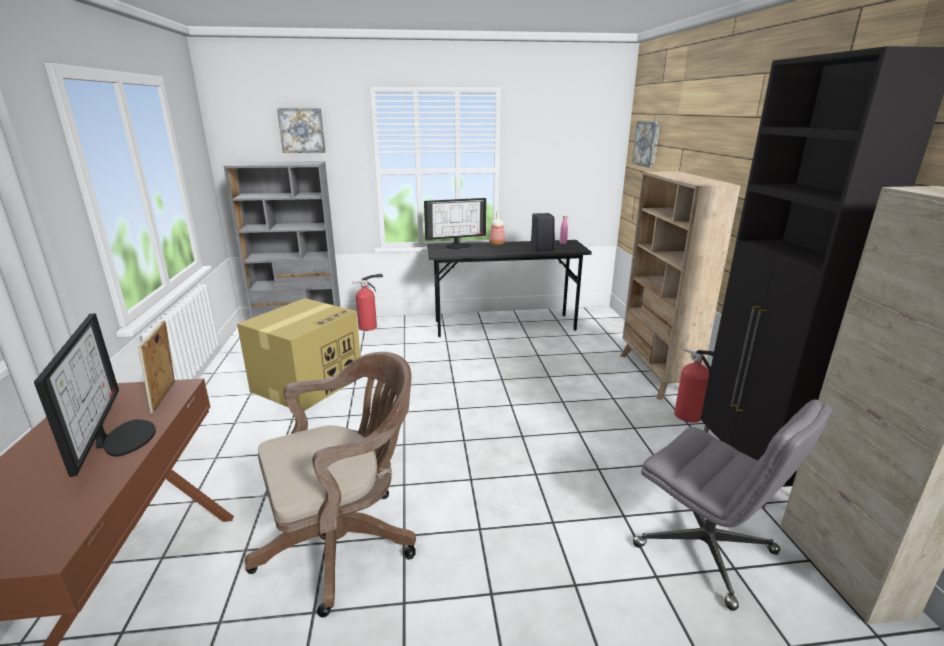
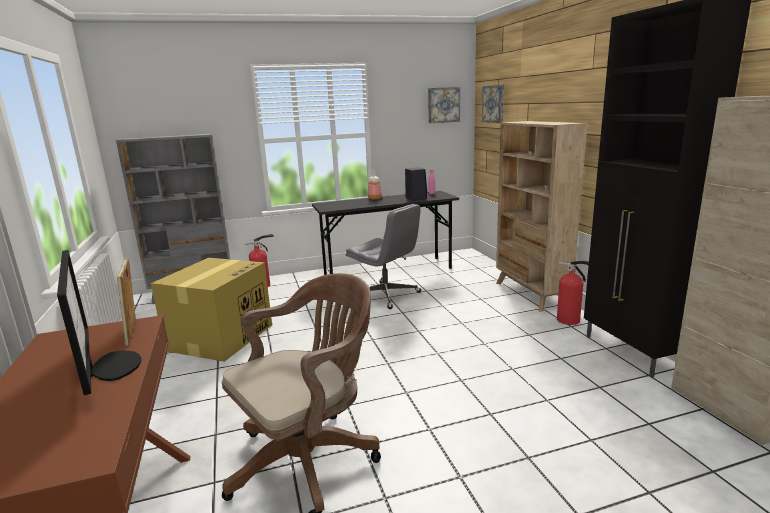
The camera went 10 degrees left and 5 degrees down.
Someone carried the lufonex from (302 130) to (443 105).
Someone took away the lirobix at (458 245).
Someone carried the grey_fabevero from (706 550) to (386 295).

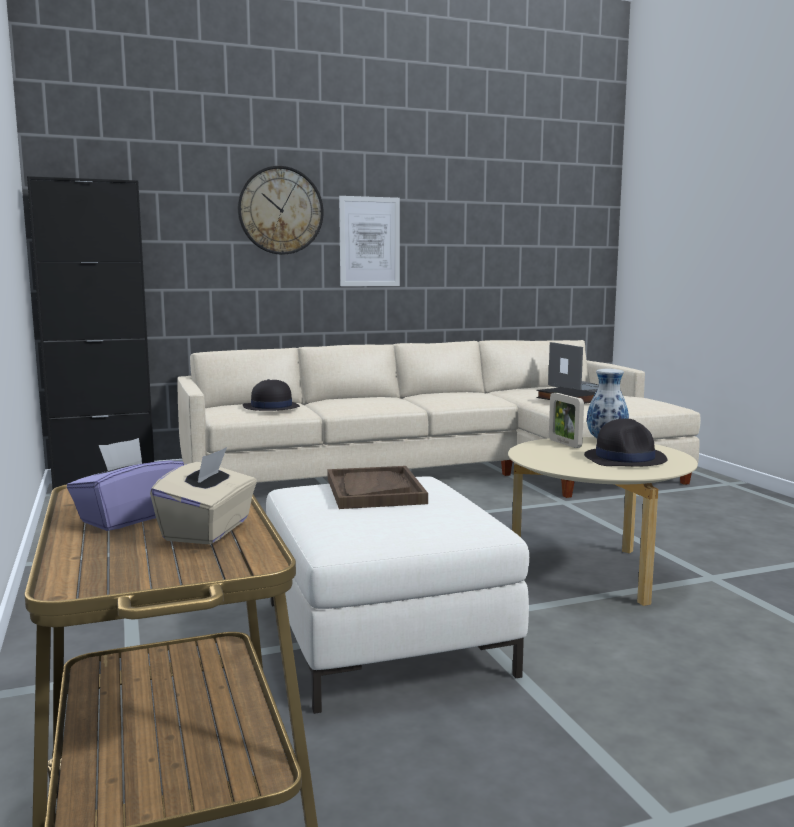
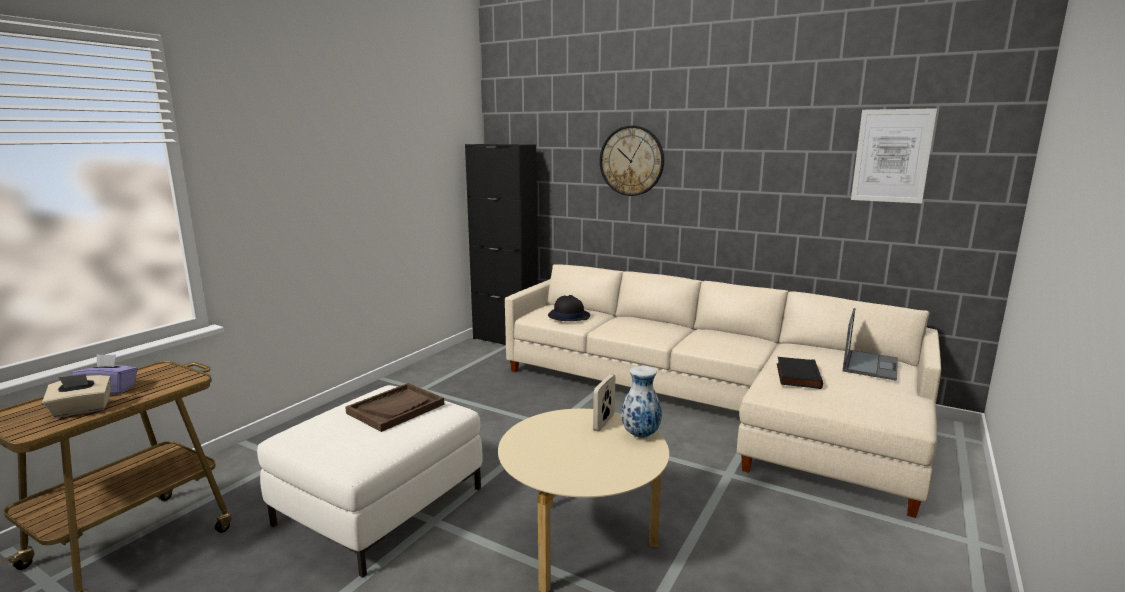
The camera went 50 degrees right and 5 degrees up.
Someone carried the lufonex from (369 241) to (892 156).
Someone took away the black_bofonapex at (625 458).

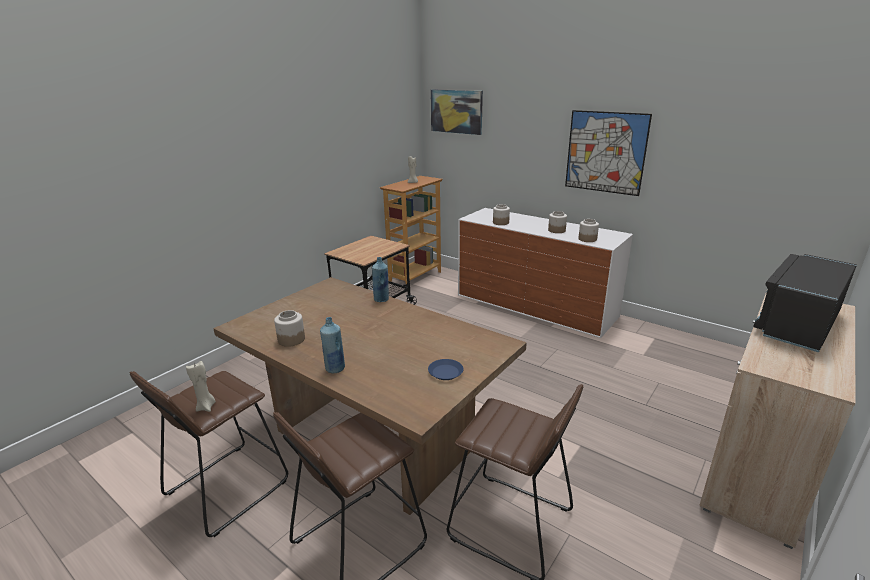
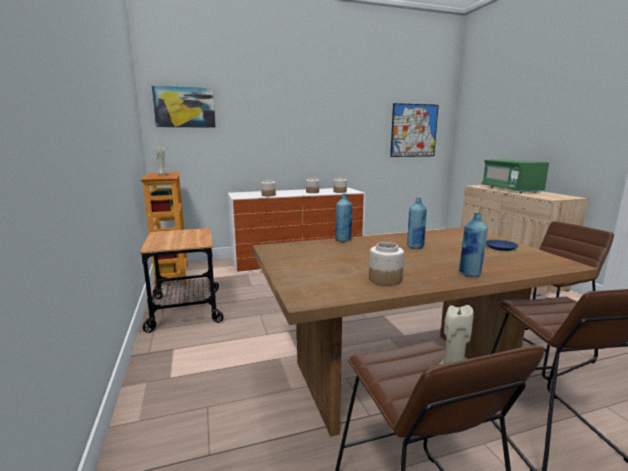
The camera went 55 degrees left and 10 degrees down.
Someone carried the lufonex from (605 152) to (414 130).
Someone repainted the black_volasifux at (797 325), which became the green_volasifux at (509 190).
Someone put down the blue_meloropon at (415 246).

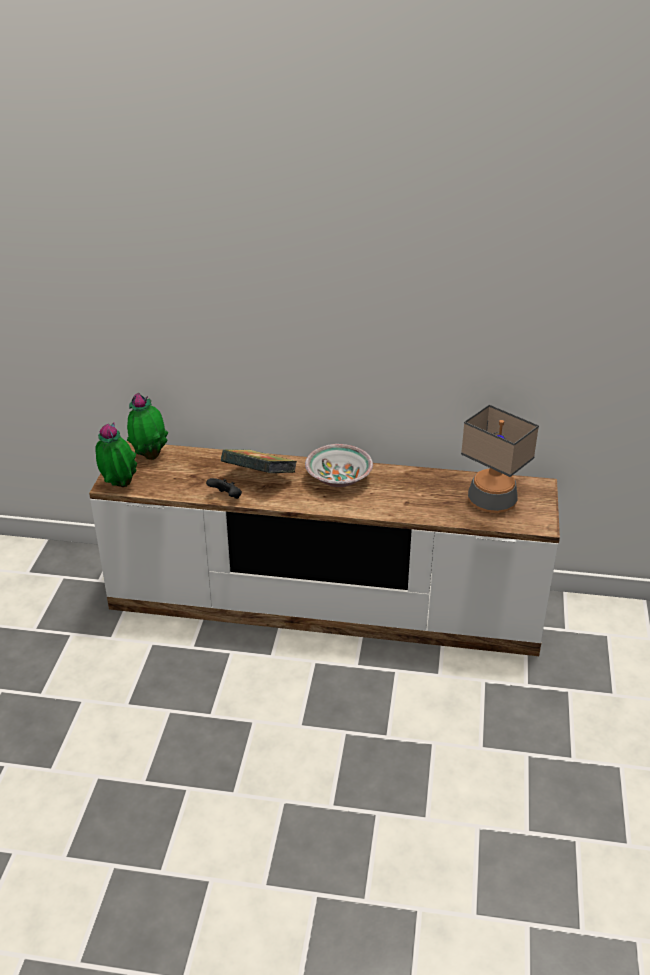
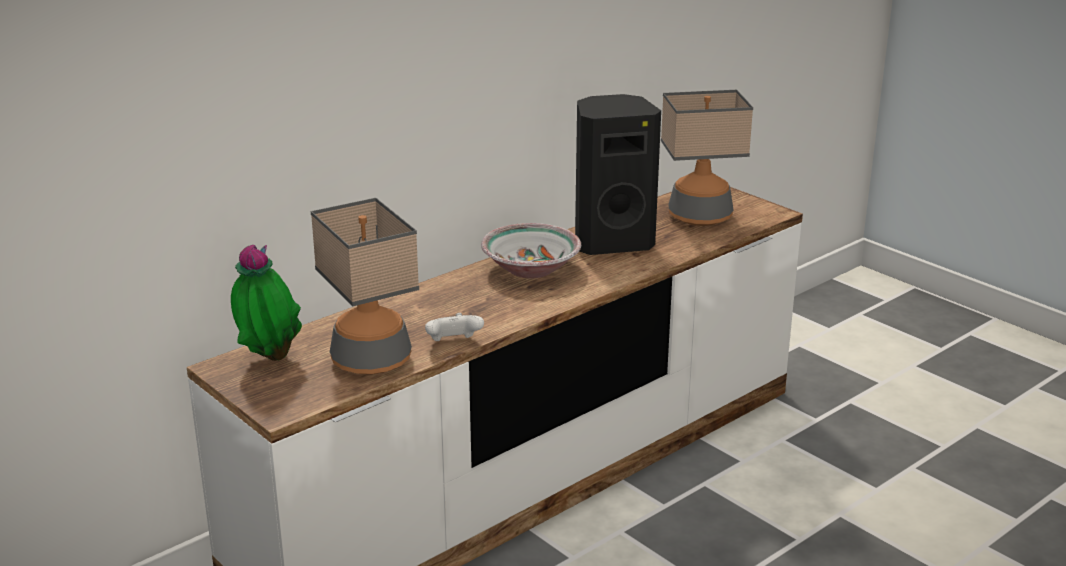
The camera went 50 degrees left and 10 degrees down.
Someone took away the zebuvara at (119 486).
Someone took away the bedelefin at (259 478).
Someone repainted the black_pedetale at (226 497), which became the white_pedetale at (453 343).
Someone put down the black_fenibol at (611 242).
Someone put down the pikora at (371 361).

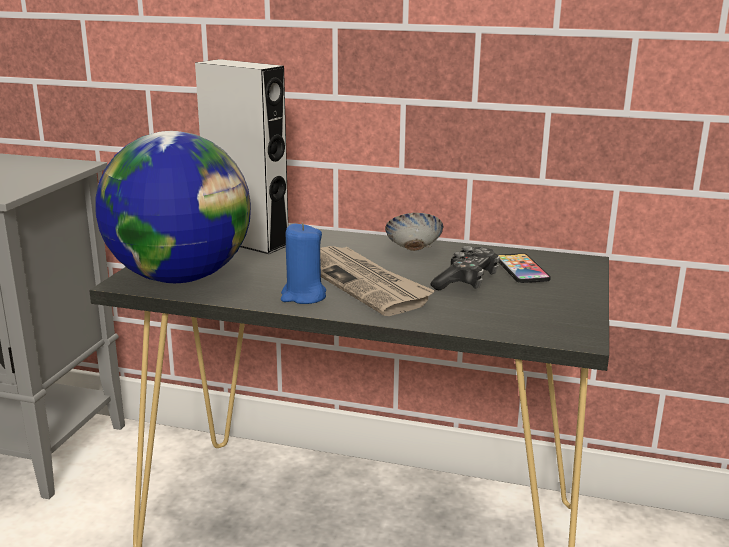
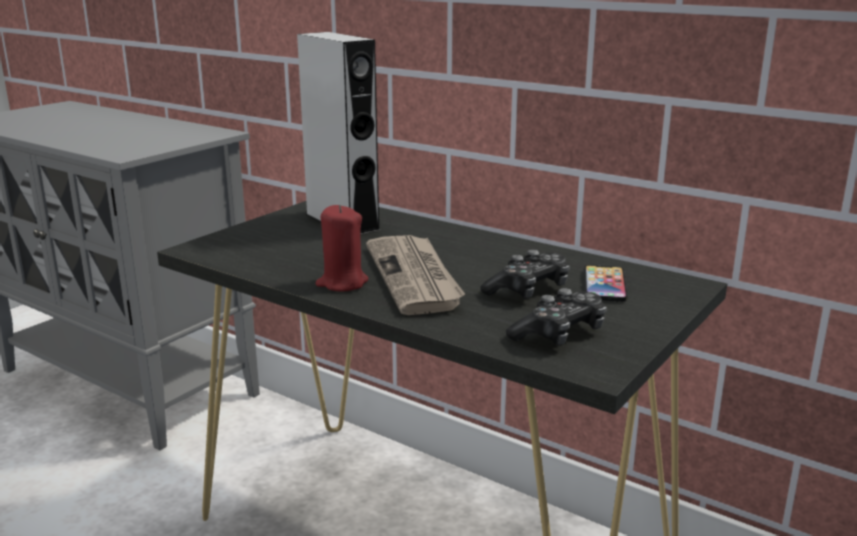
The camera went 20 degrees right and 0 degrees up.
Someone took away the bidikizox at (180 277).
Someone took away the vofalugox at (413 250).
Someone repainted the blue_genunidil at (303 296), which became the red_genunidil at (342 283).
Someone put down the pedetale at (559 334).

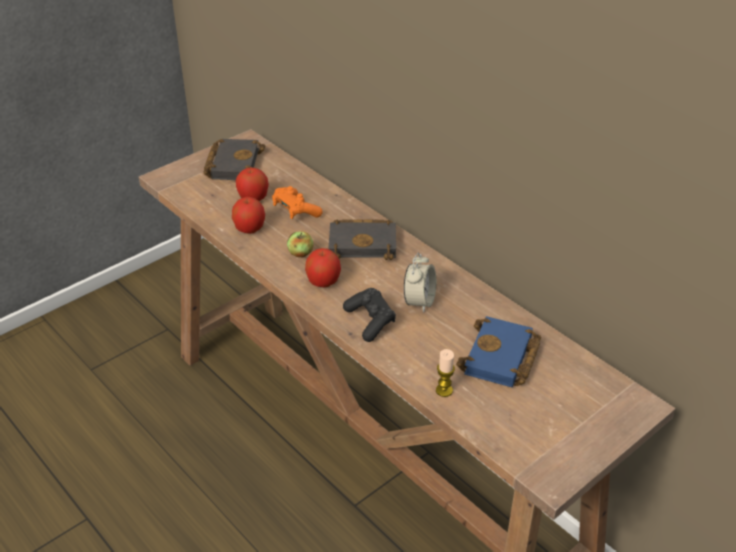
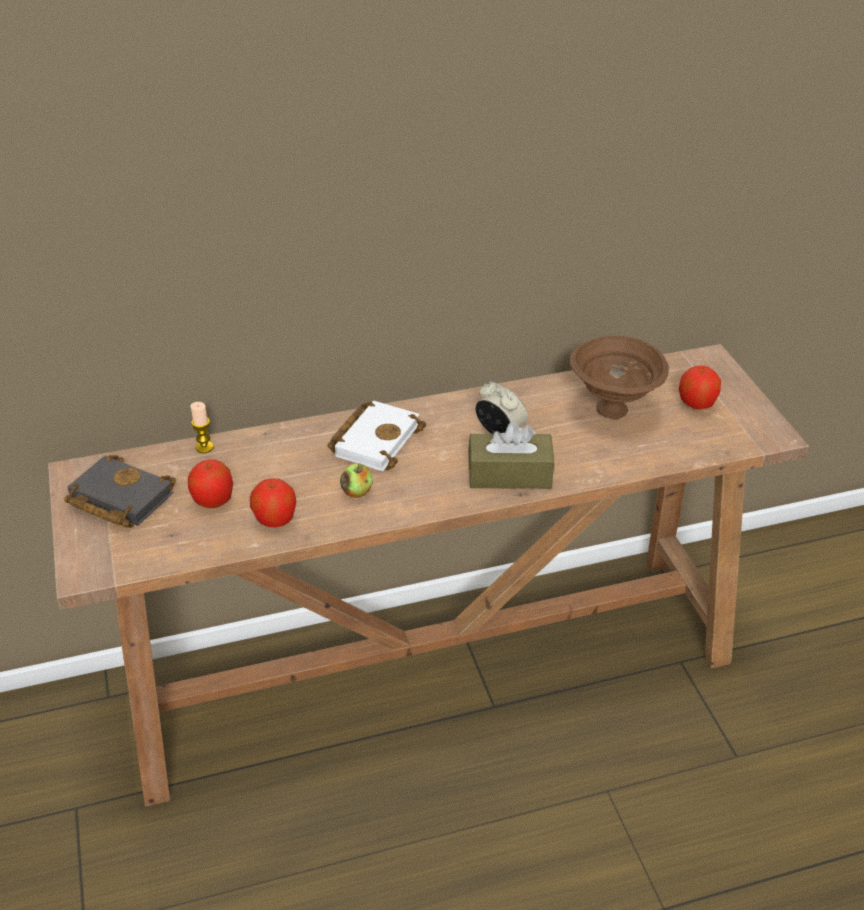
The camera went 65 degrees left and 0 degrees up.
Someone took away the orange_pedetale at (295 211).
Someone repainted the black_bedelefin at (364 243), which became the white_bedelefin at (375 439).
Someone carried the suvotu from (323 282) to (696 404).
Someone swapped the black_pedetale at (370 321) for the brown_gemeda at (509 474).
Someone swapped the blue_bedelefin at (501 359) for the brown_vofalugox at (614 410).
Someone carried the genunidil from (444 390) to (204 447).

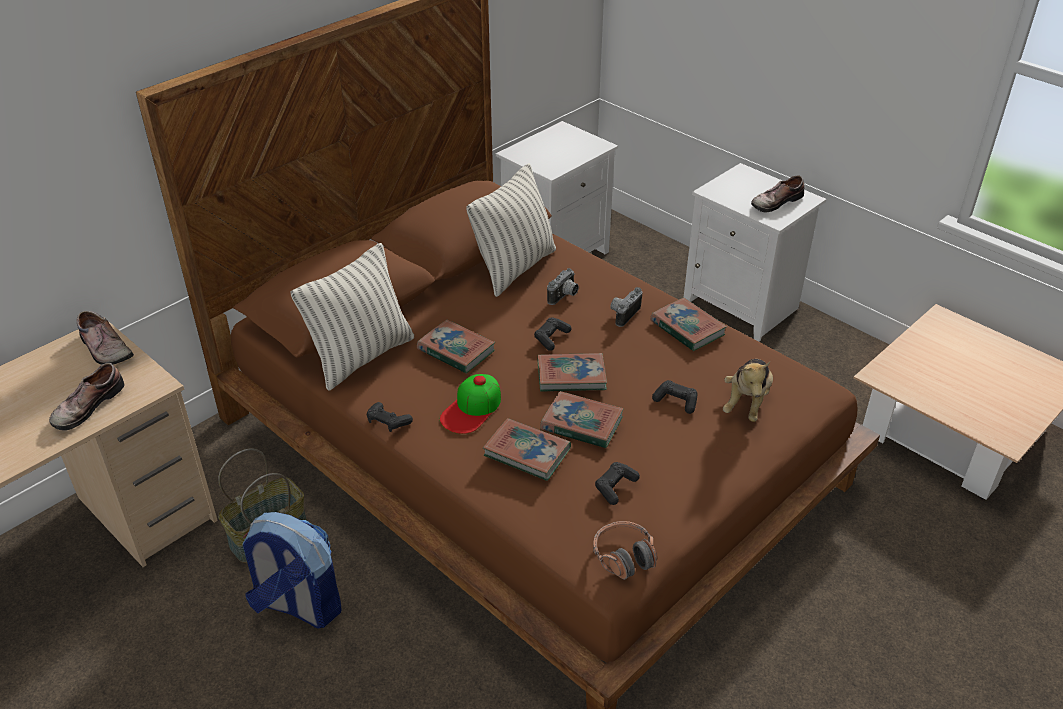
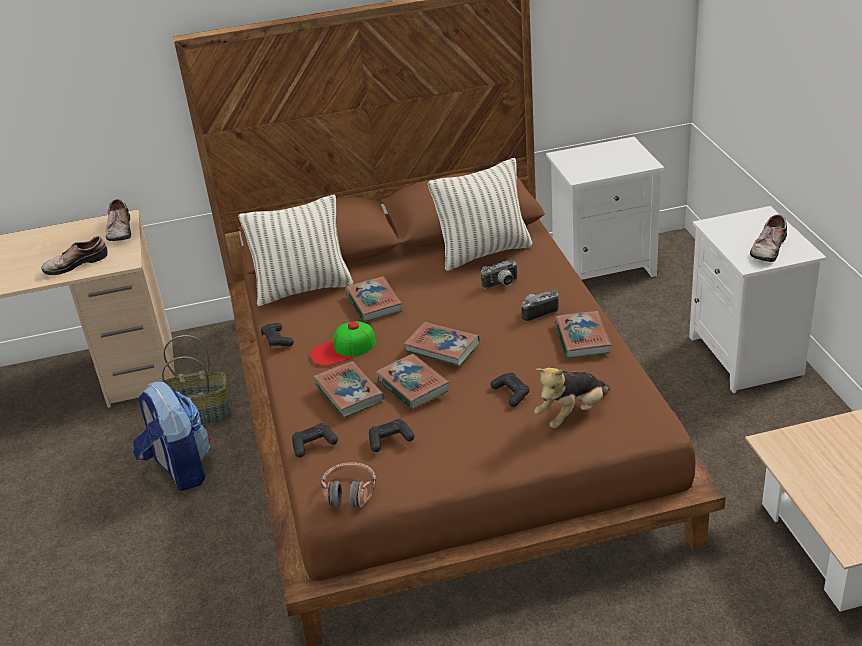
The camera went 35 degrees right and 5 degrees down.
Someone rotated the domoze at (775 201) by 60 degrees counterclockwise.
Someone carried the black_pedetale from (551 338) to (313 445).

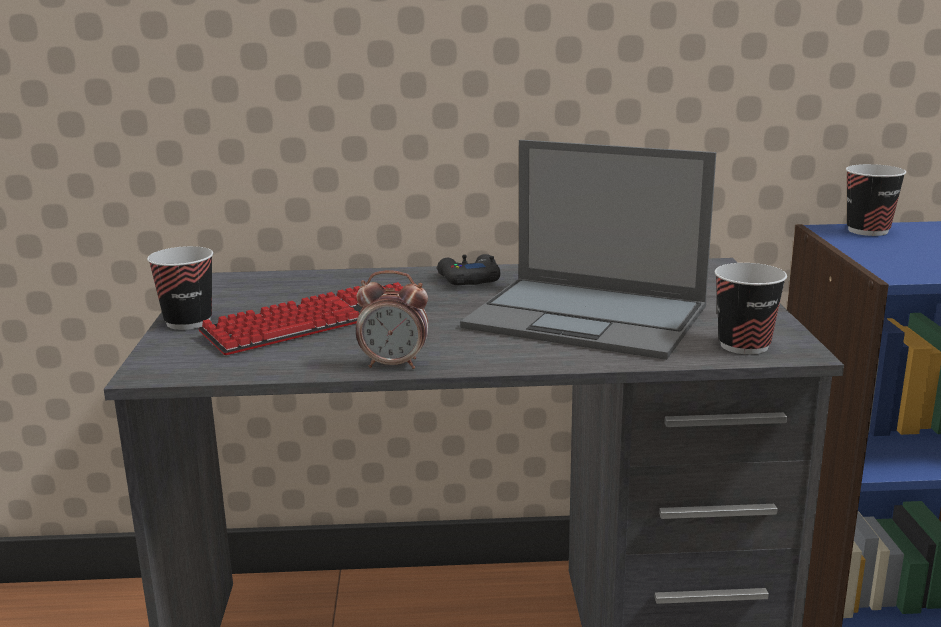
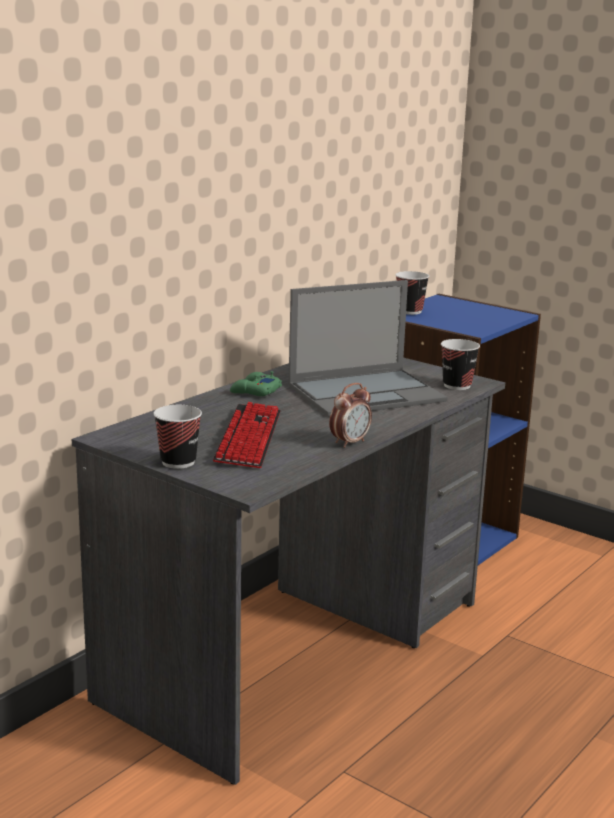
The camera went 50 degrees left and 0 degrees up.
Someone repainted the black_pedetale at (468 279), which became the green_pedetale at (255 391).

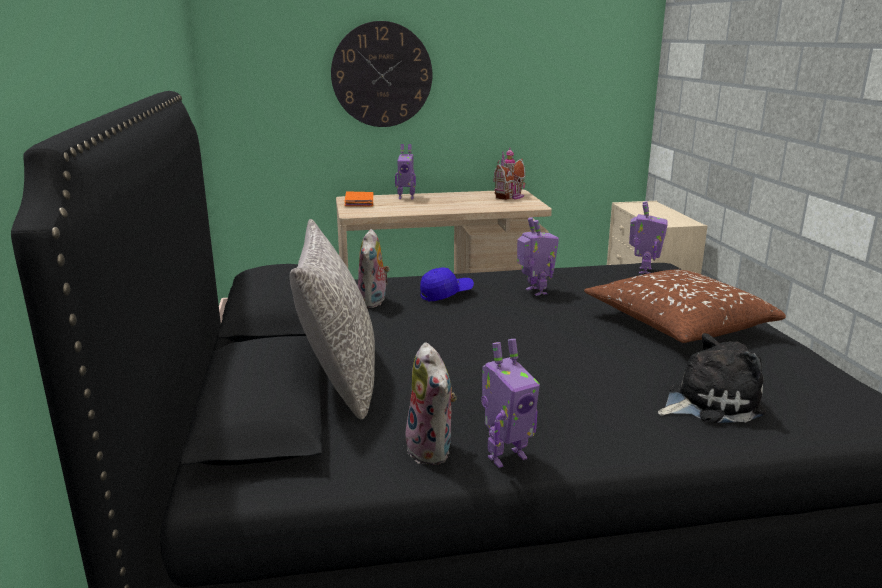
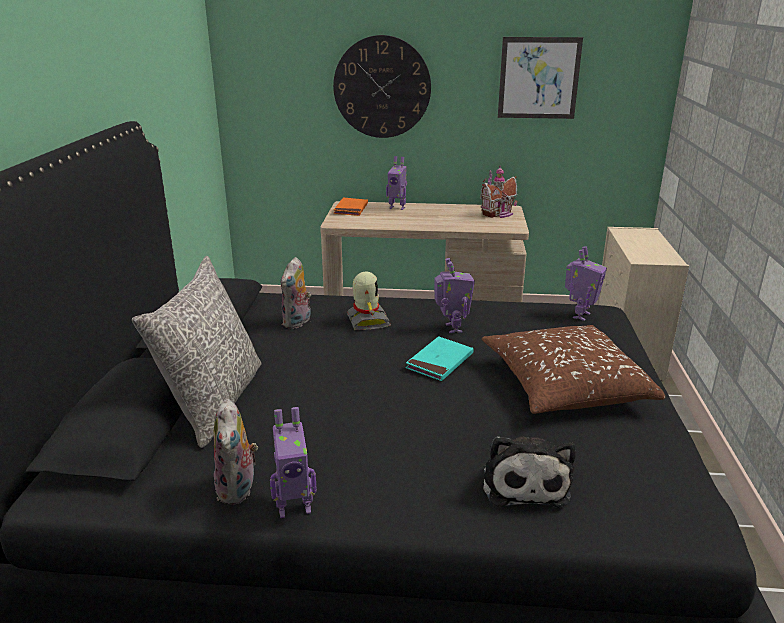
The camera went 15 degrees right and 5 degrees up.
Someone swapped the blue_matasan at (446 294) for the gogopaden at (367 321).
Someone rotated the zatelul at (708 402) by 90 degrees clockwise.
Someone put up the lufonex at (539 78).
Someone put down the turquoise_bedelefin at (440 362).

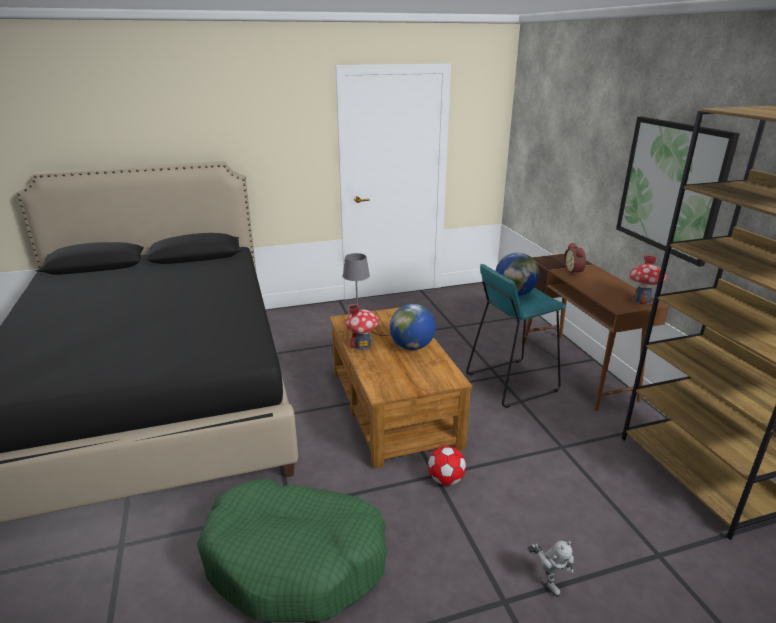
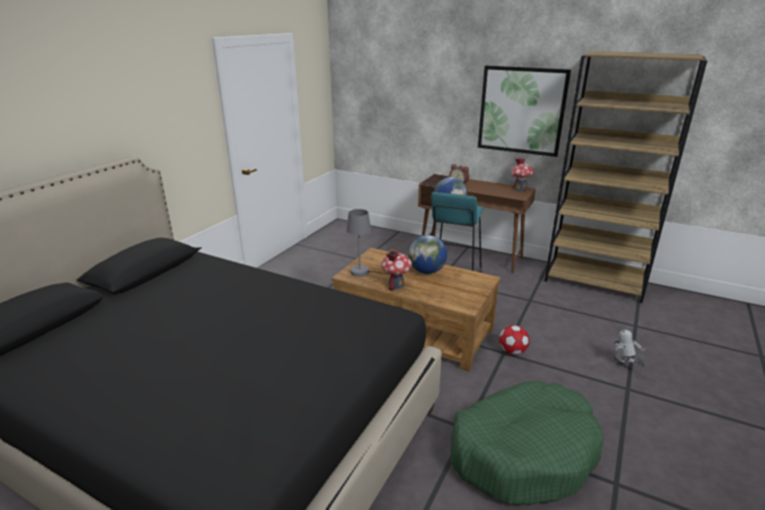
The camera went 45 degrees left and 0 degrees up.
Someone rotated the gogopaden at (547 580) by 135 degrees counterclockwise.

